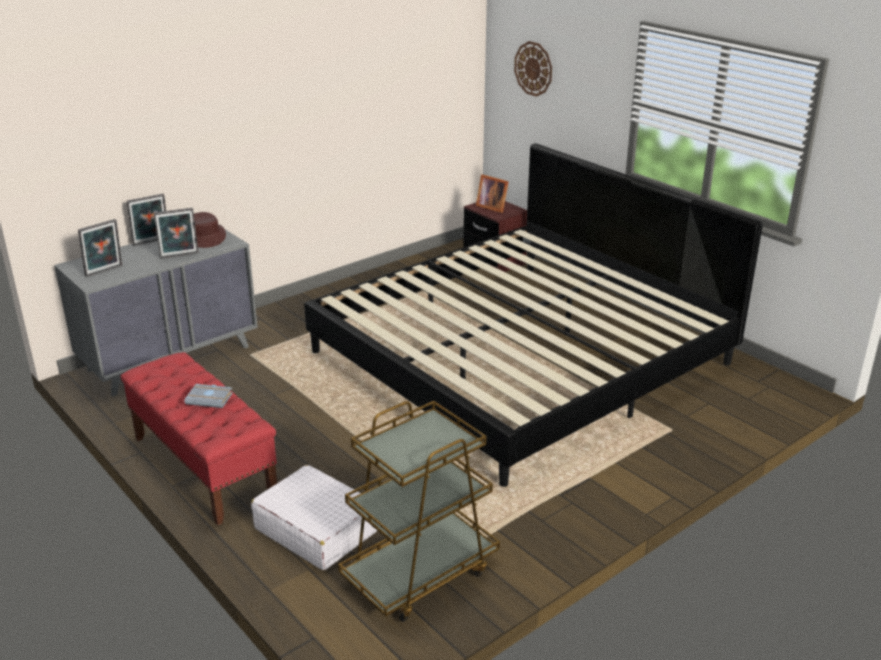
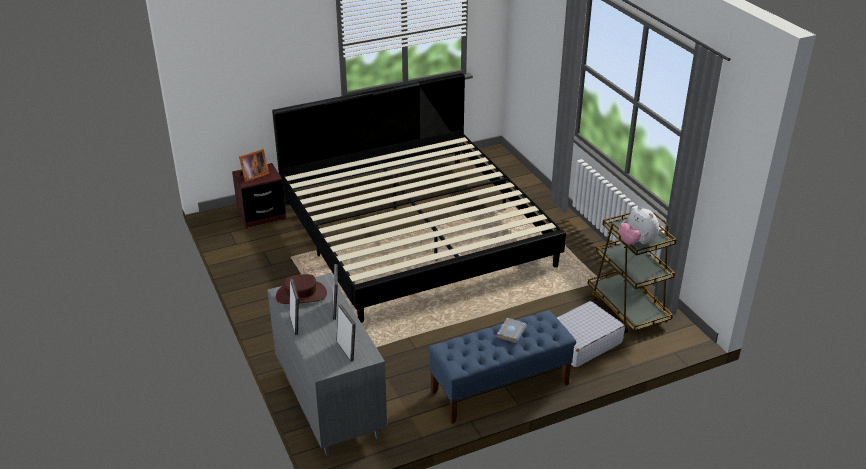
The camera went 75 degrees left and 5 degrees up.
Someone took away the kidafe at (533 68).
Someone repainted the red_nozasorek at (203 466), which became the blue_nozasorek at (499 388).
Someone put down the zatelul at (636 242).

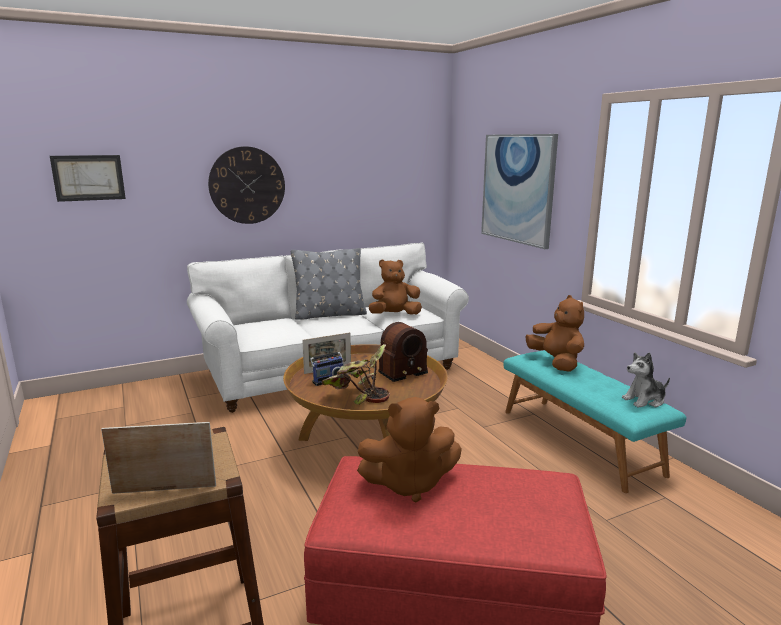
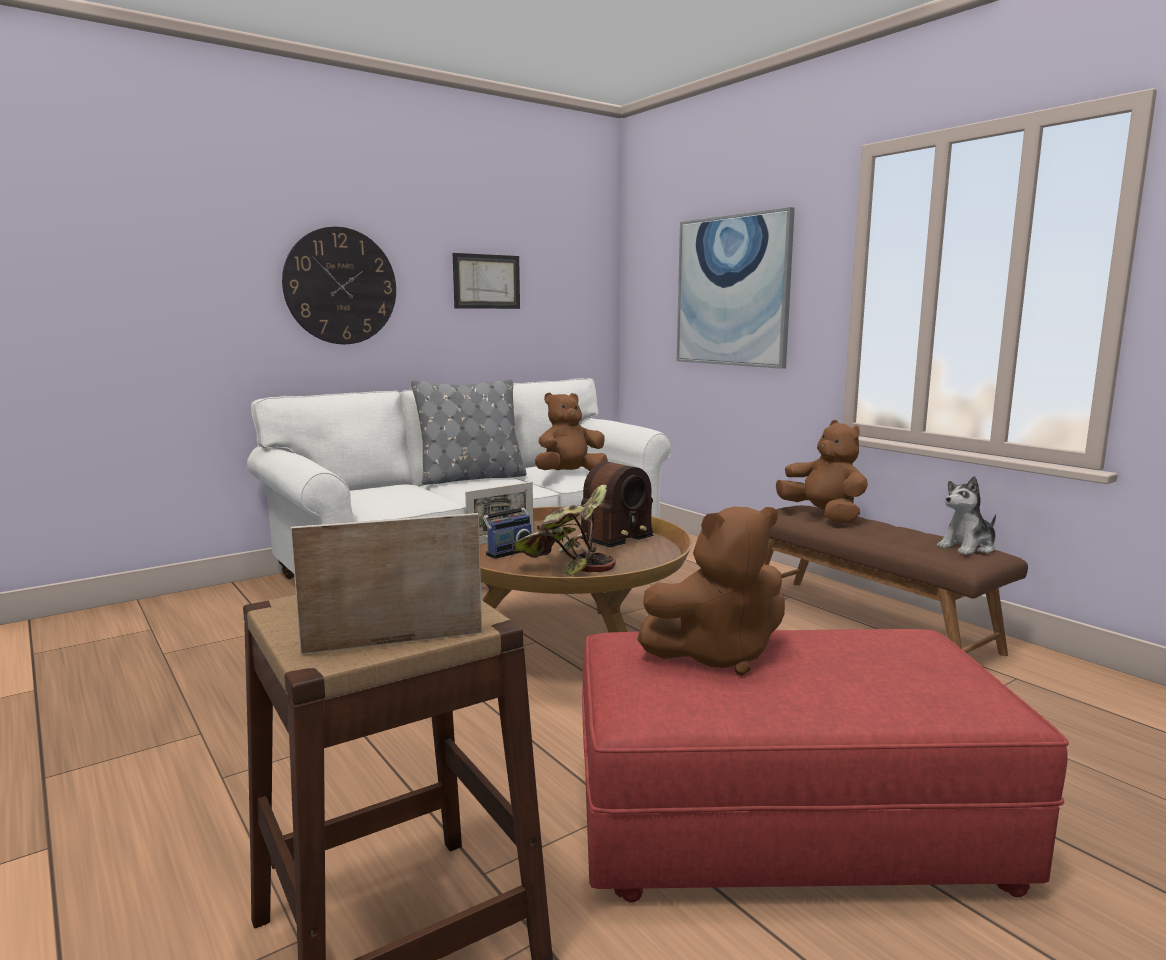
The camera went 10 degrees left and 5 degrees down.
Someone carried the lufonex from (88 178) to (486 281).
Someone repainted the turquoise_nozasorek at (579 440), which became the brown_nozasorek at (868 623).

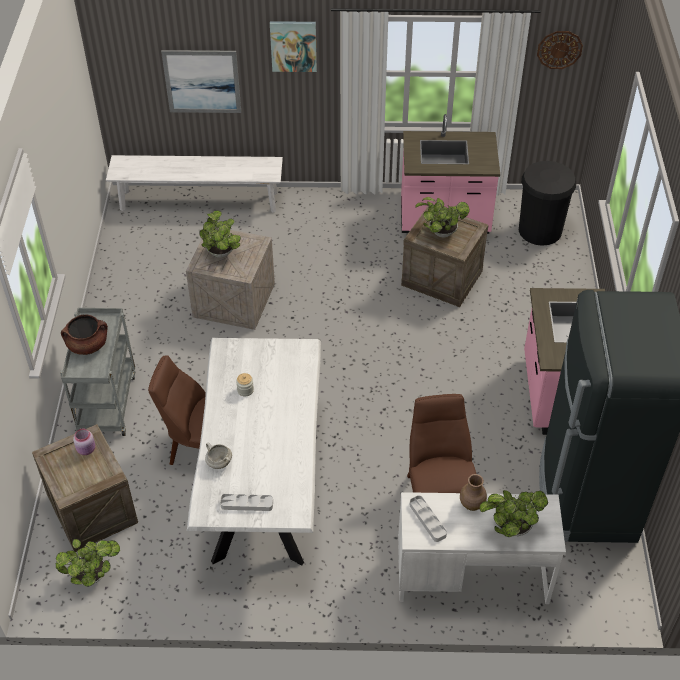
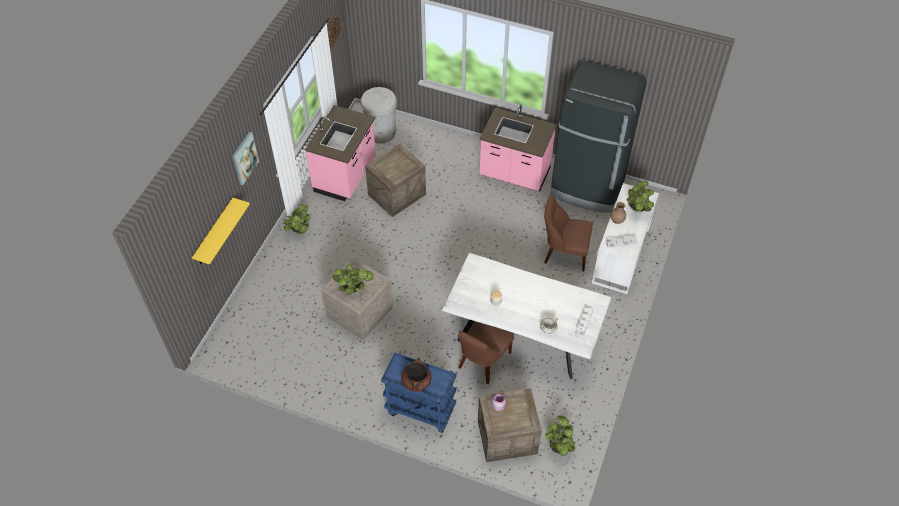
The camera went 70 degrees left and 5 degrees up.
Someone swapped the lufonex at (202 81) for the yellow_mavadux at (214 232).
Someone took away the white_nozasorek at (199 201).
Someone repainted the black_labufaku at (540 230), which became the white_labufaku at (381 132).
Someone carried the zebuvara from (440 232) to (299 231).
Someone repainted the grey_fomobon at (107 403), which became the blue_fomobon at (419 410).

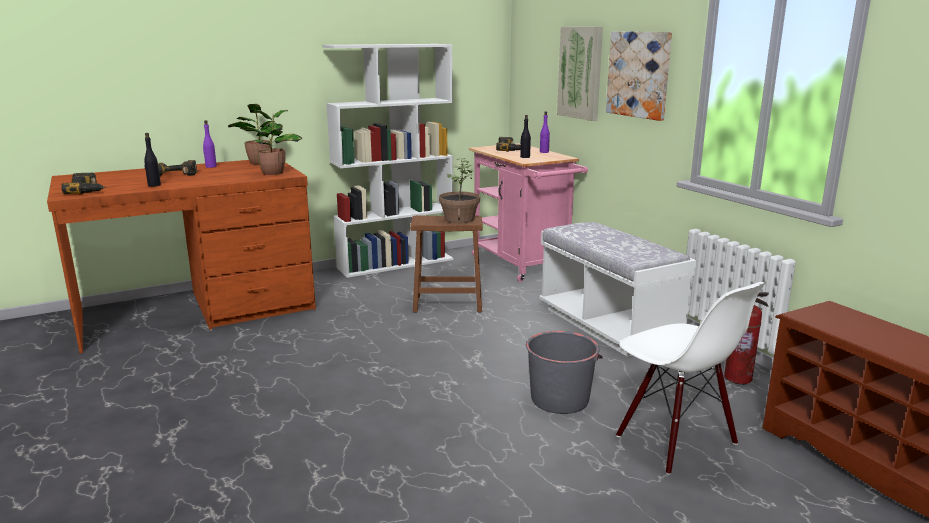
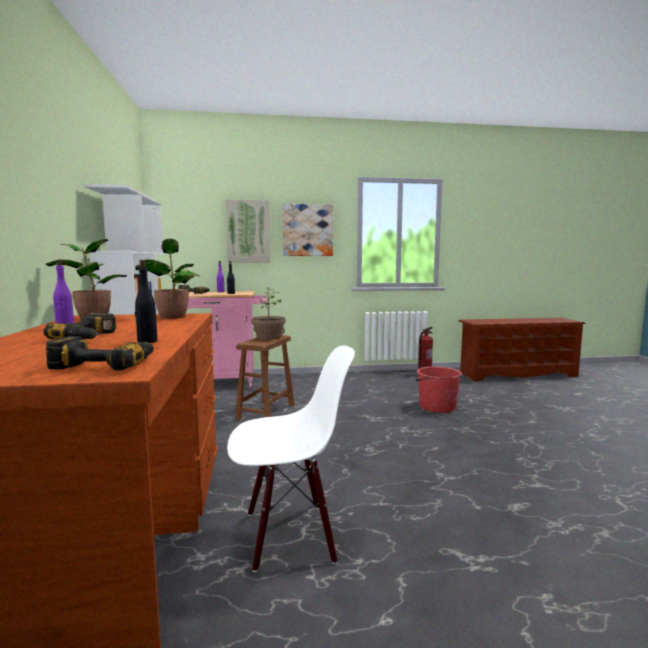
The camera went 70 degrees left and 10 degrees down.
Someone took away the white_nozasorek at (608 325).
Someone carried the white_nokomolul from (675 440) to (290 534).
Someone repainted the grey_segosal at (560 399), which became the red_segosal at (436 407).

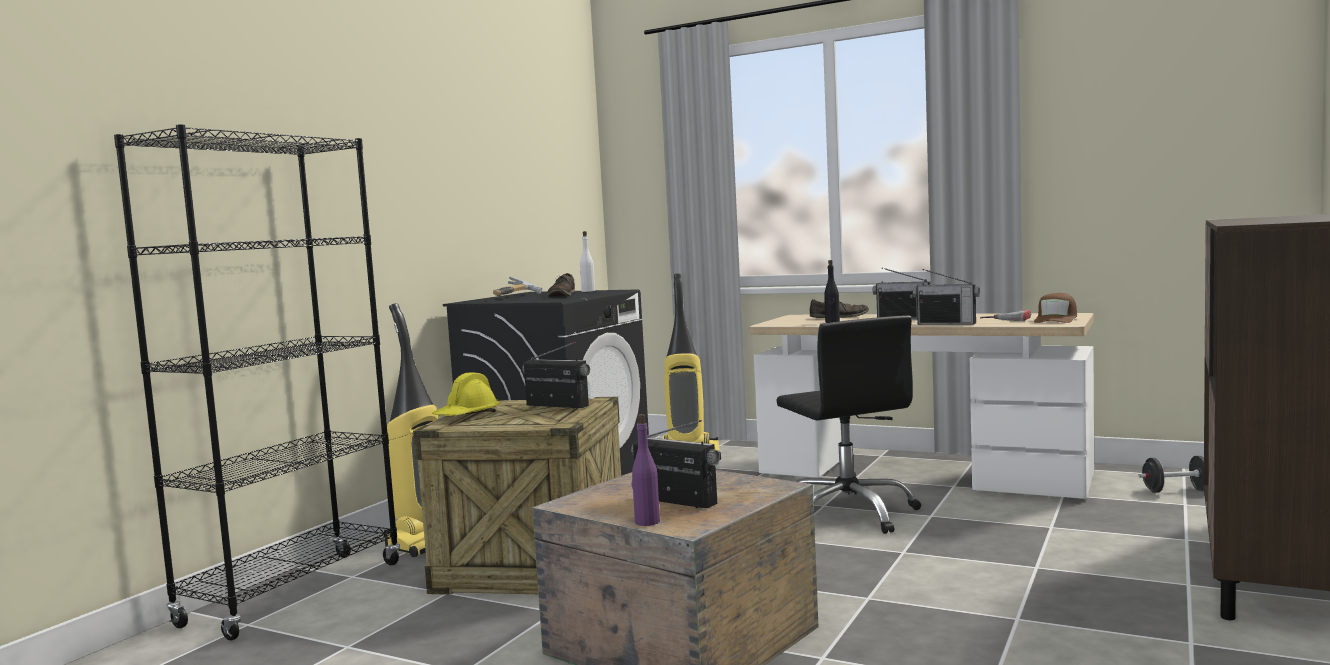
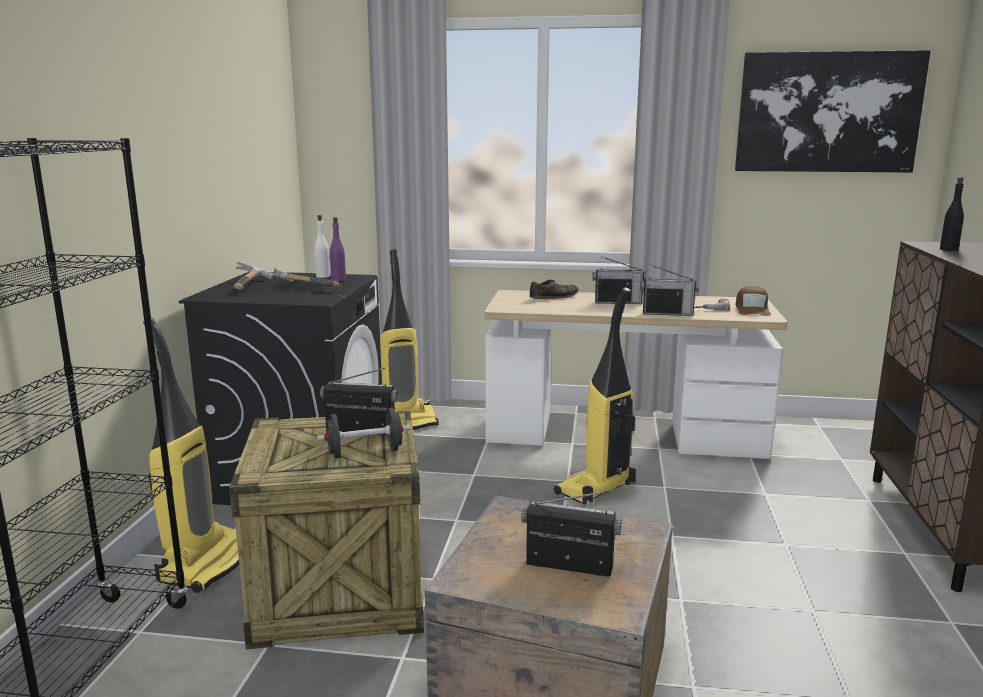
The camera went 20 degrees left and 10 degrees up.
Someone carried the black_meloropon from (832 322) to (949 250).
Someone swapped the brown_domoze at (562 295) for the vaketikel at (306 286).
Someone swapped the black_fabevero at (849 513) for the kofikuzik at (595 489).
Someone took away the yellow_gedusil at (467 416).
Someone carried the purple_meloropon from (647 522) to (338 280).
Someone carried the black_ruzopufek from (1176 491) to (365 453).
Someone put up the lufonex at (828 112).

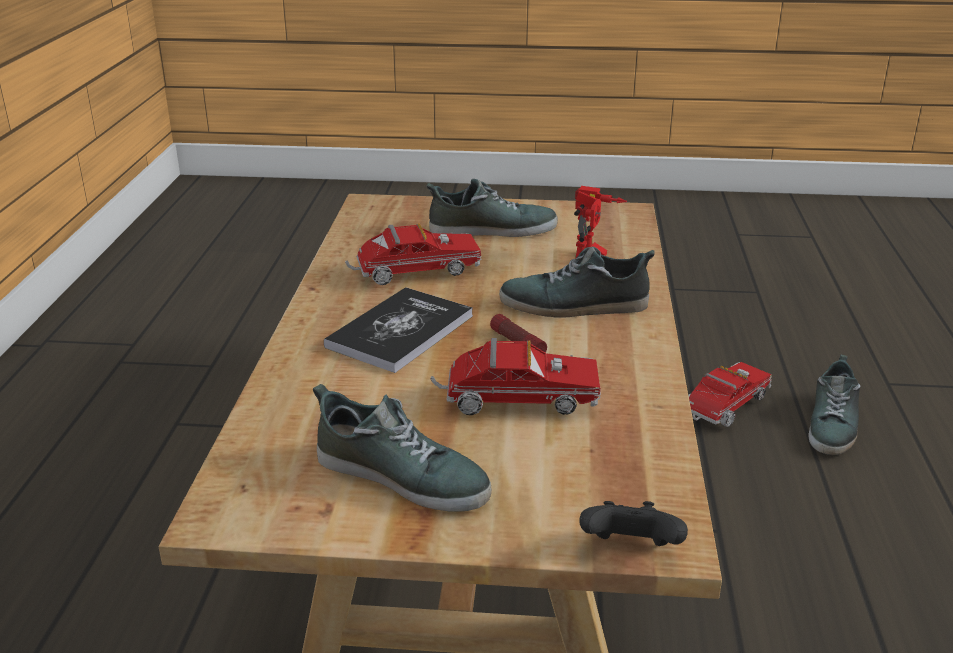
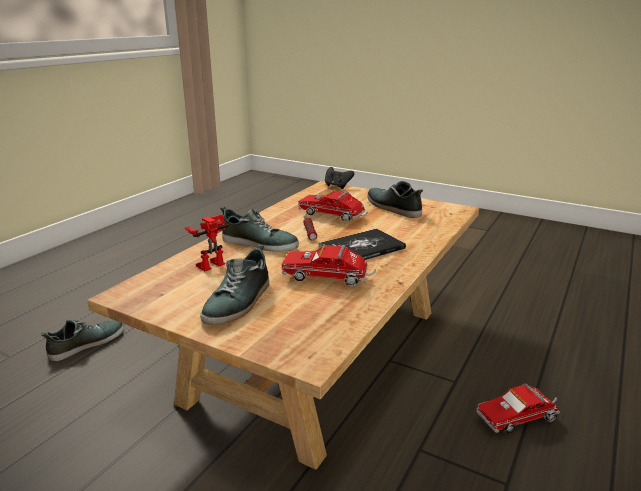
The camera went 155 degrees left and 5 degrees down.
Someone rotated the domoze at (492 229) by 90 degrees counterclockwise.
Someone carried the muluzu from (724 408) to (519 417).

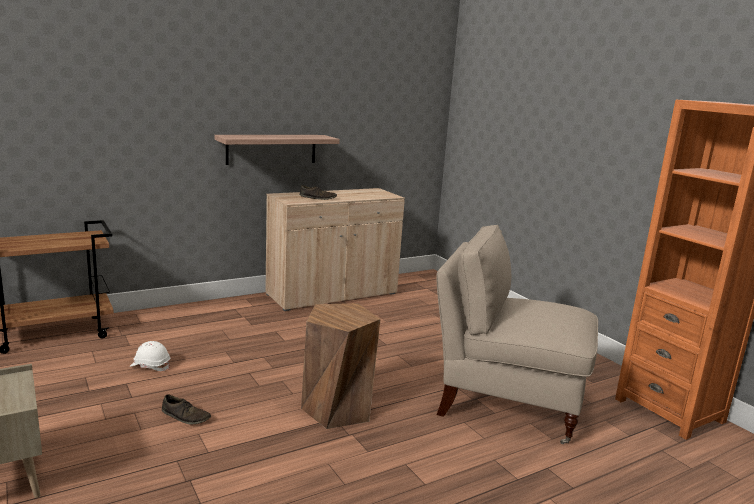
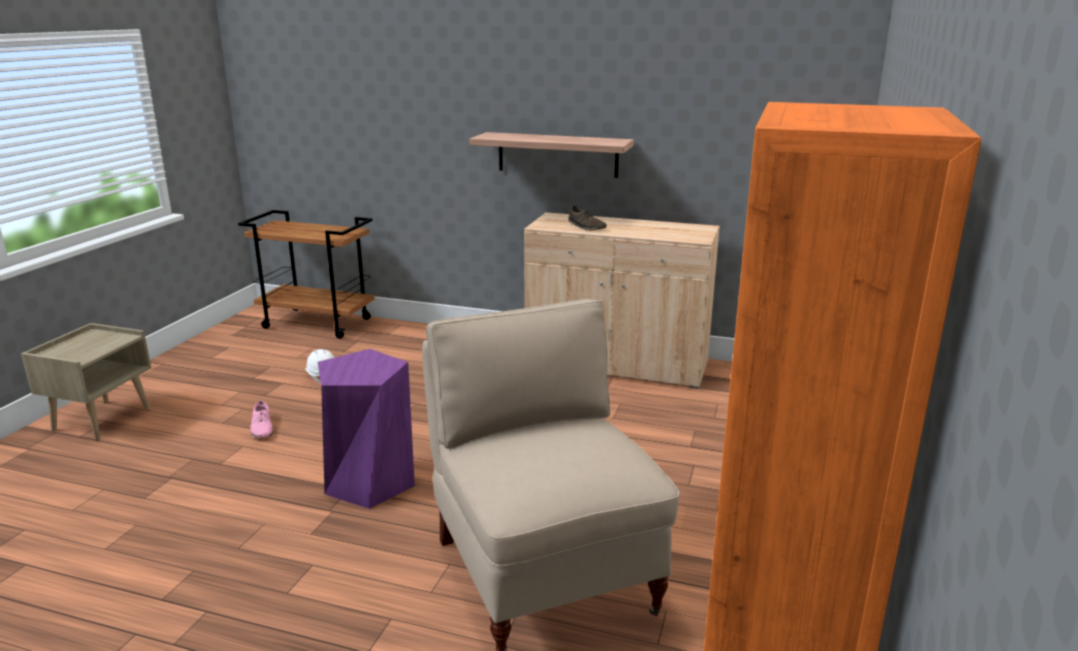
The camera went 50 degrees right and 5 degrees up.
Someone repainted the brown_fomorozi at (337 409), which became the purple_fomorozi at (370 482).
Someone repainted the brown_domoze at (185 416), which became the pink_domoze at (262 428).

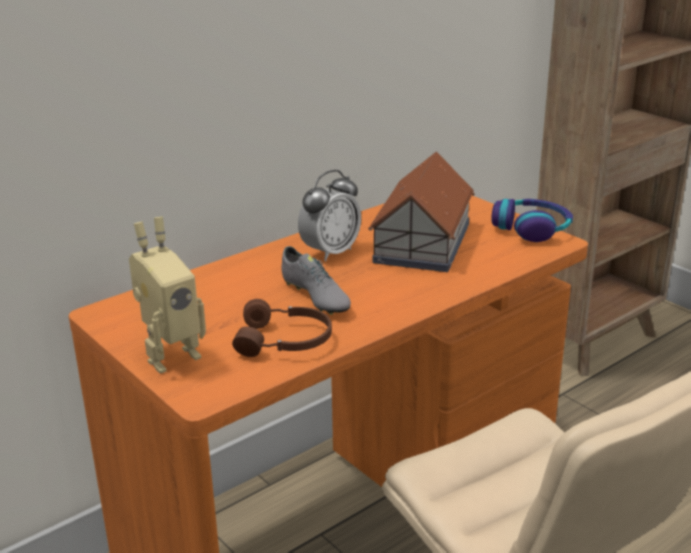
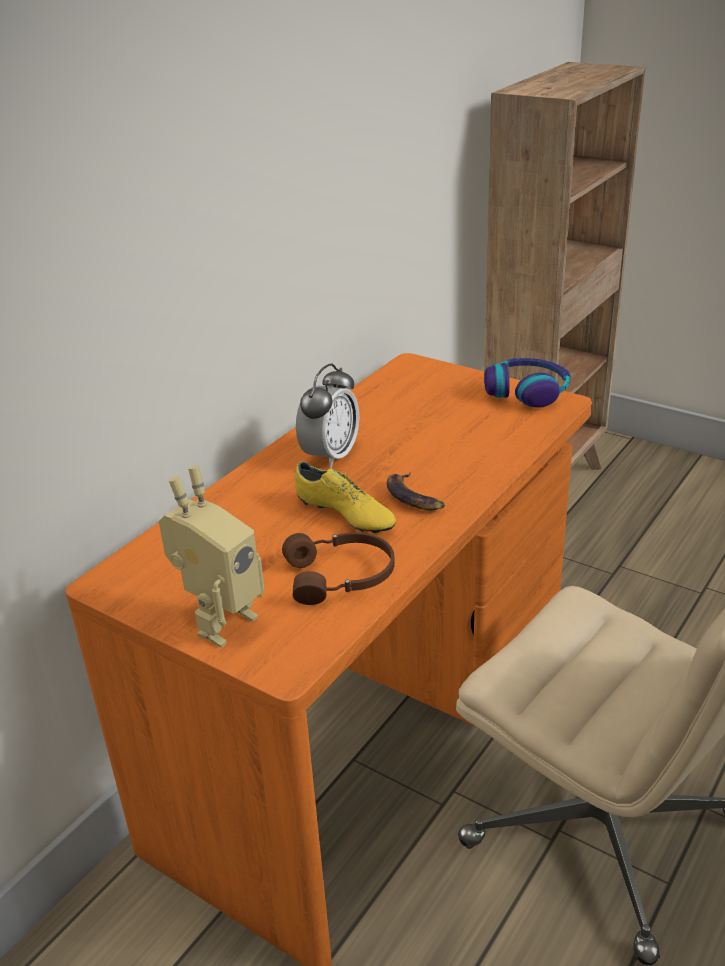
The camera went 15 degrees left and 5 degrees up.
Someone took away the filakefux at (421 243).
Someone repainted the grey_domoze at (315 297), which became the yellow_domoze at (345 515).
Someone put down the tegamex at (413 497).

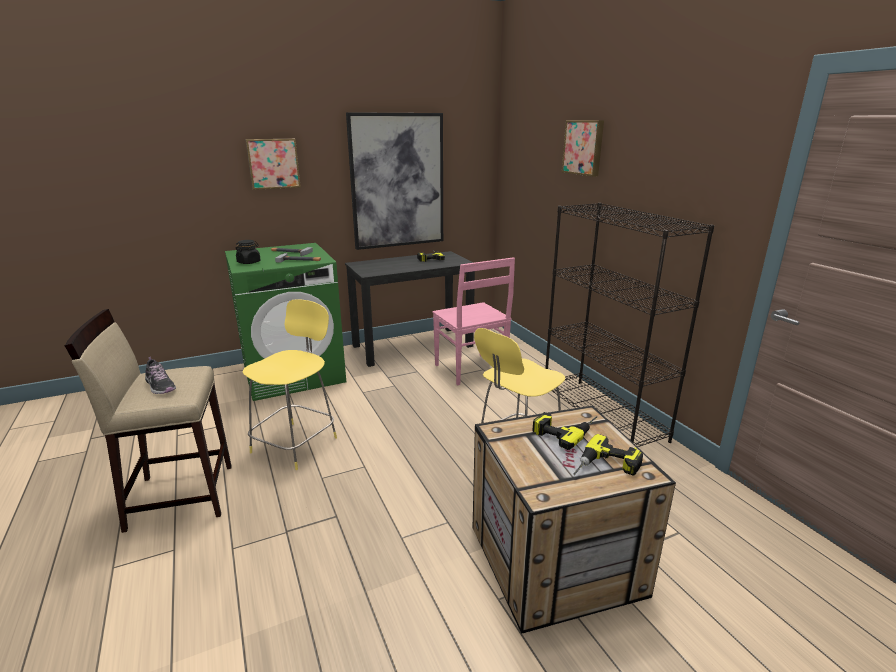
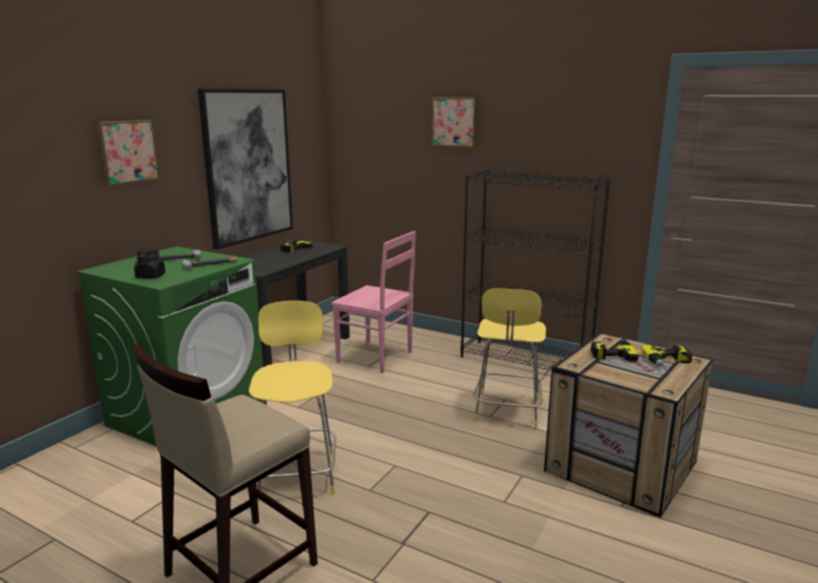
The camera went 35 degrees left and 5 degrees down.
Someone took away the domoze at (160 386).

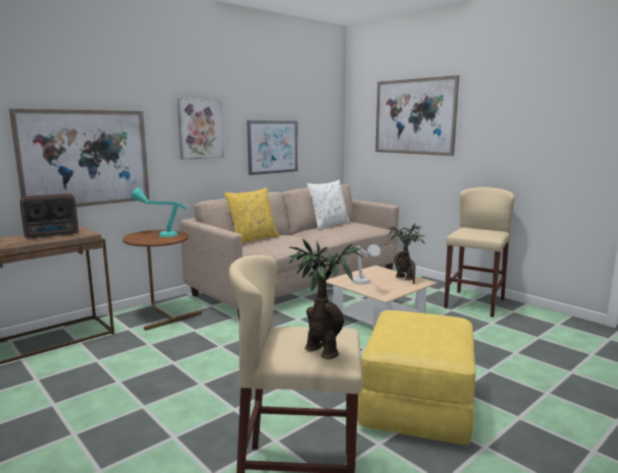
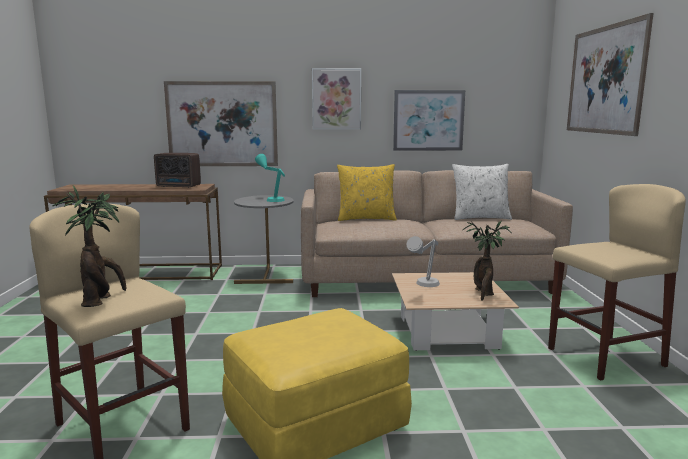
The camera went 40 degrees right and 0 degrees up.
Someone repainted the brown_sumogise at (162 314), which became the grey_sumogise at (266 275).

